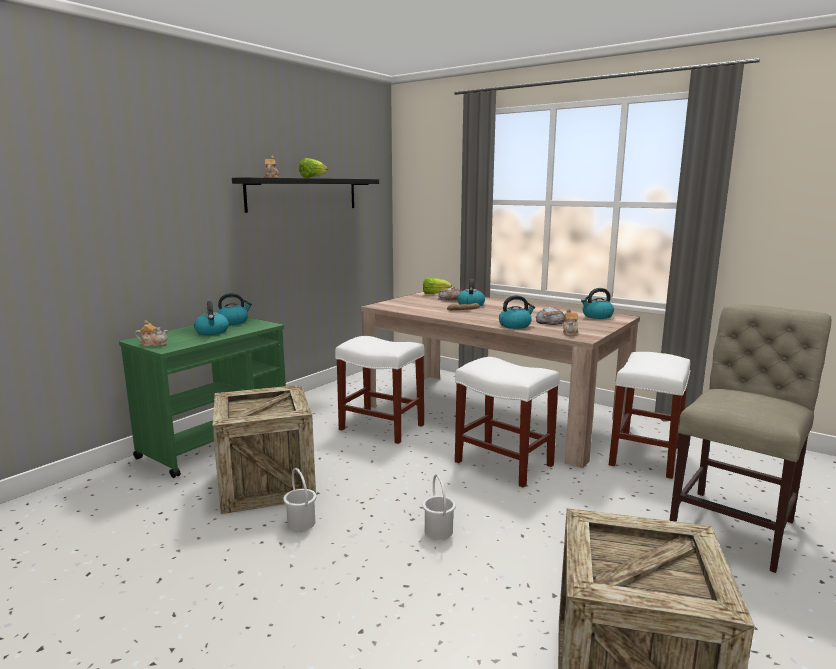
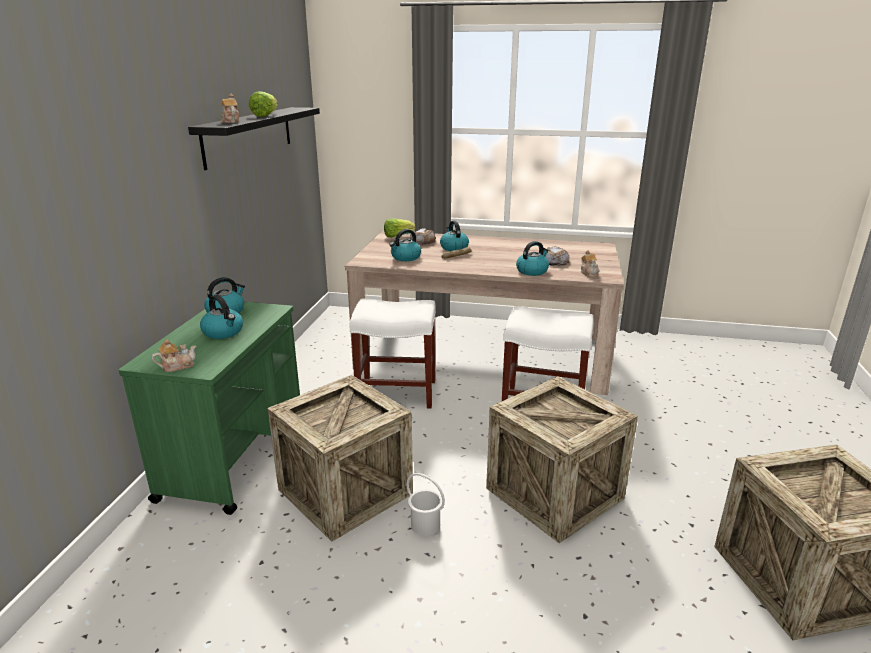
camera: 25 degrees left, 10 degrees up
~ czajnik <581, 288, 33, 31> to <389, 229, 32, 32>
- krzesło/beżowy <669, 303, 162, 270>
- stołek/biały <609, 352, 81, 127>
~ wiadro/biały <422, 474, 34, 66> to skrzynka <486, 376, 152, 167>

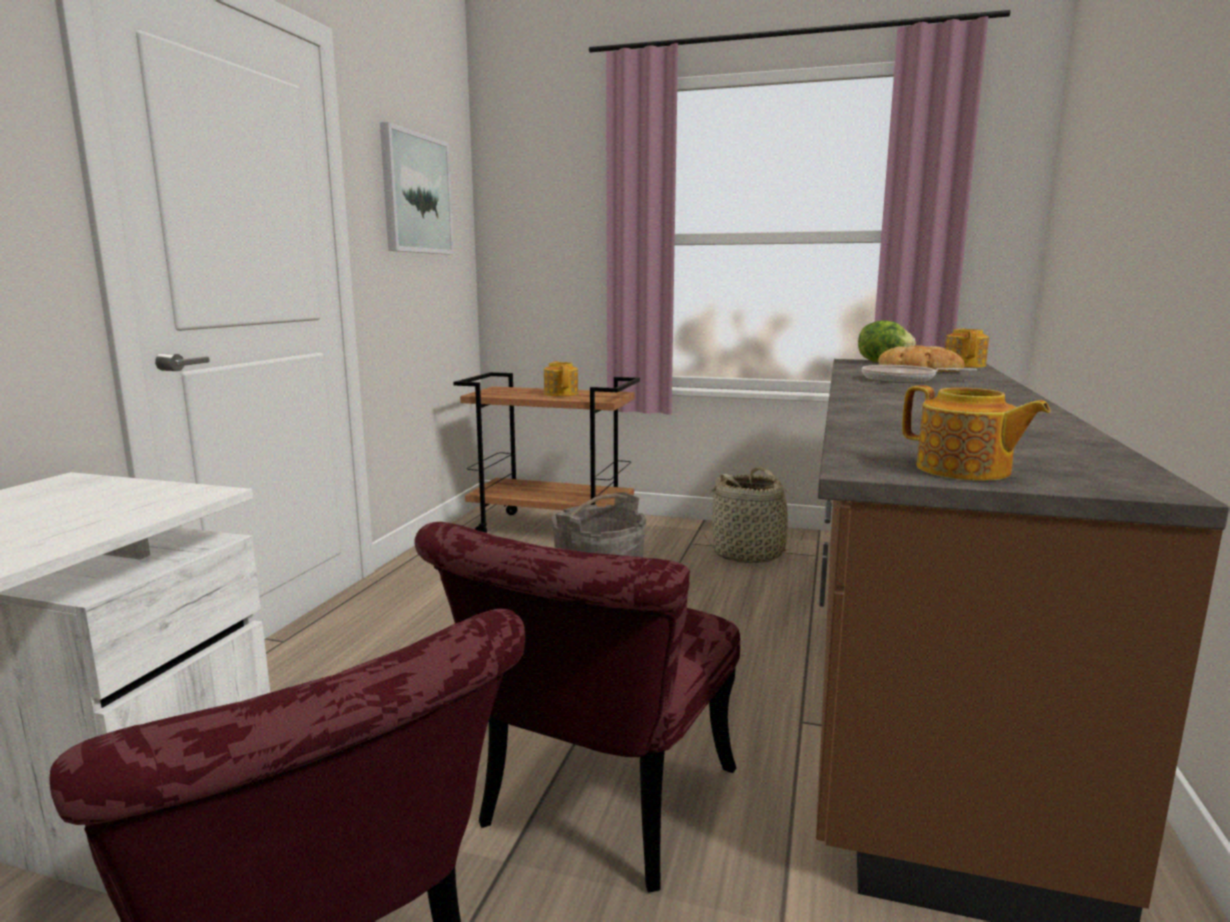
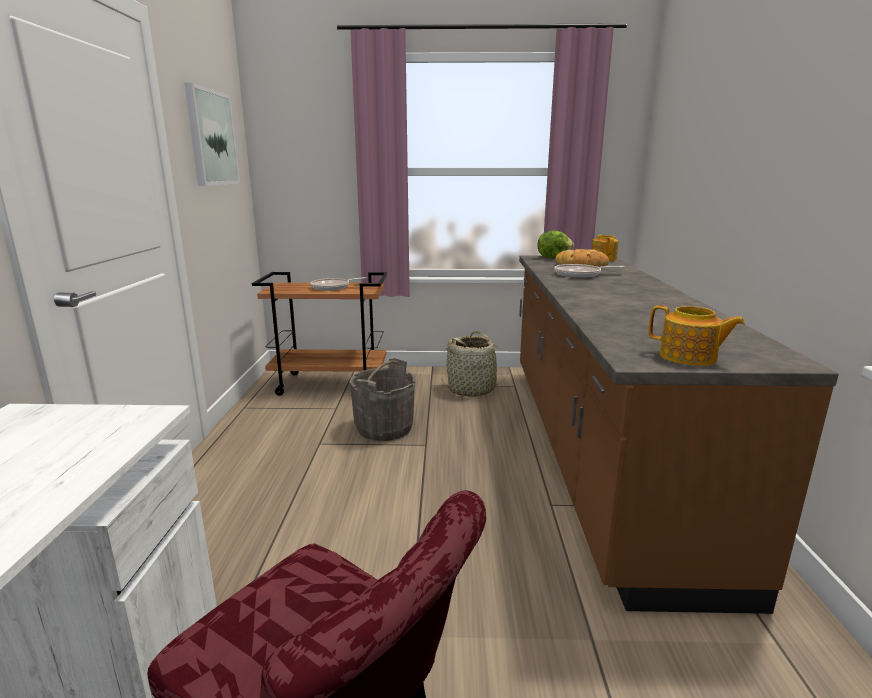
camera: 15 degrees left, 5 degrees up
~ imbryk <544, 361, 34, 36> to patelnia <311, 277, 56, 14>
- krzesło/czerwony <414, 522, 326, 371>

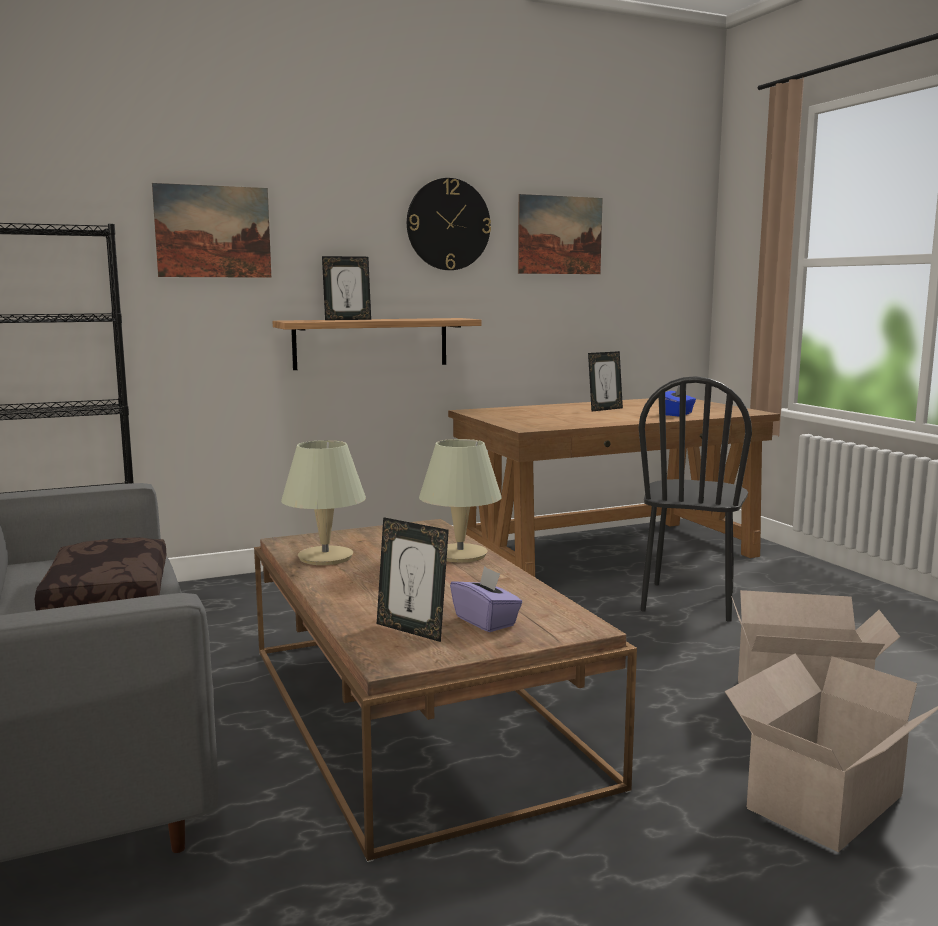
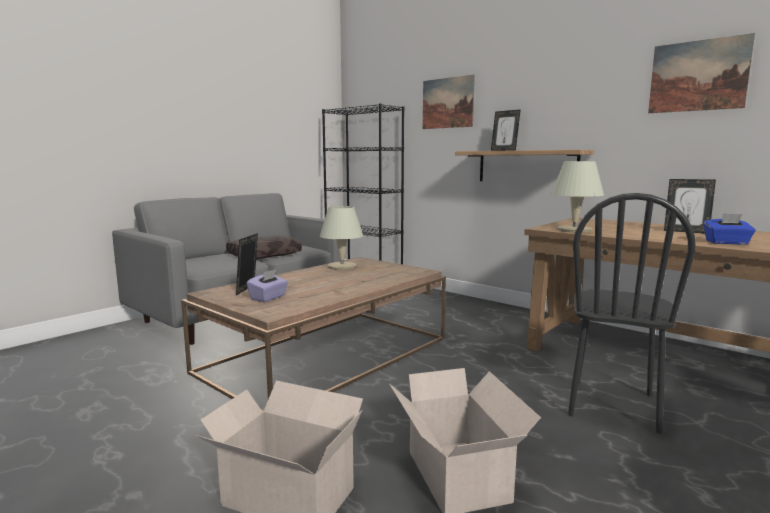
camera: 65 degrees right, 0 degrees up
- zegar ścienny <407, 178, 84, 92>
~ krzesło/czarny <638, 376, 114, 246> = <568, 193, 128, 241> 60 degrees counterclockwise
~ lampa stołowa/beżowy <419, 439, 83, 124> to <551, 161, 53, 72>

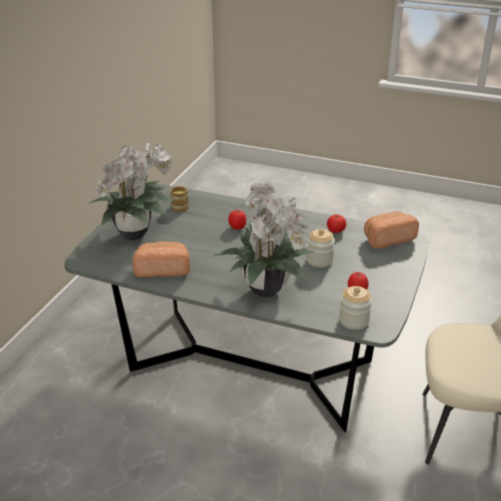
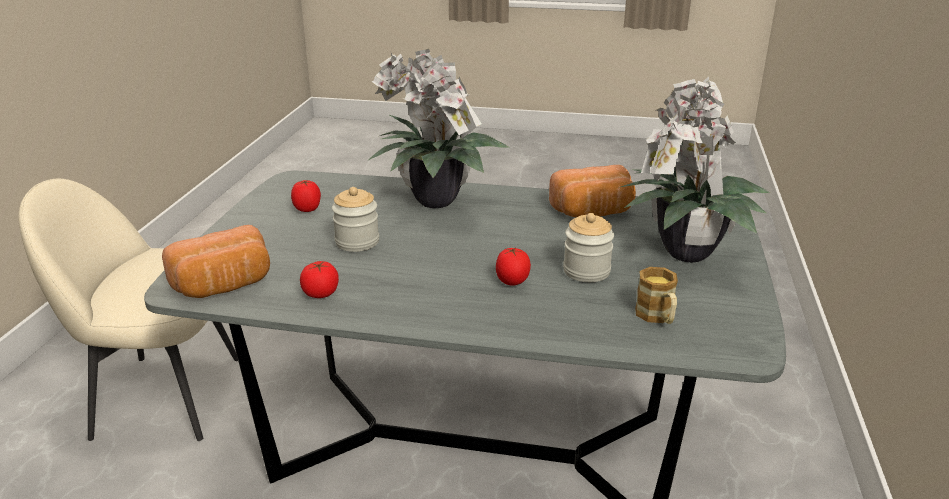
camera: 170 degrees right, 5 degrees down
~ słoik <339, 286, 33, 44> to <563, 213, 51, 69>

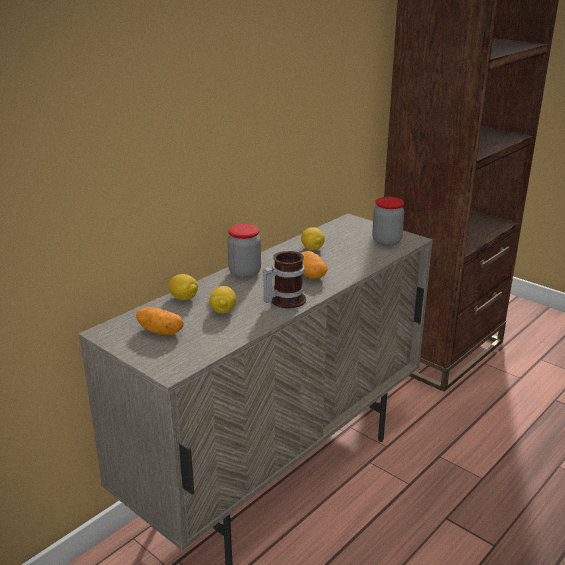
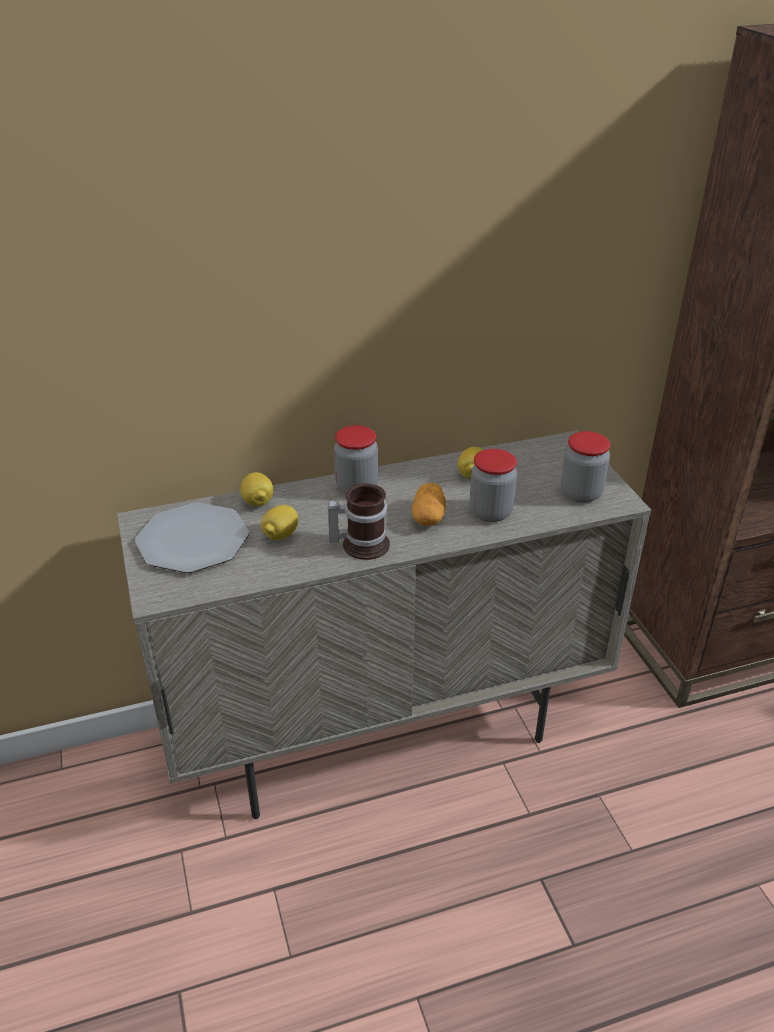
camera: 30 degrees right, 10 degrees up
~ ziemniak <136, 307, 48, 28> to talerz <135, 503, 114, 70>
+ słoik <470, 449, 47, 73>

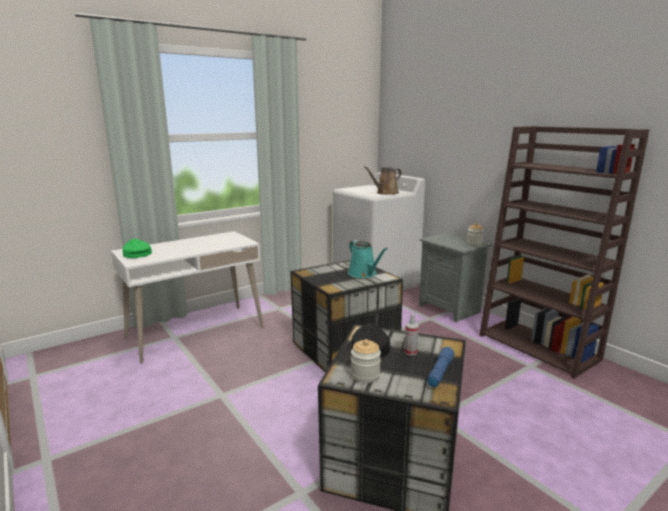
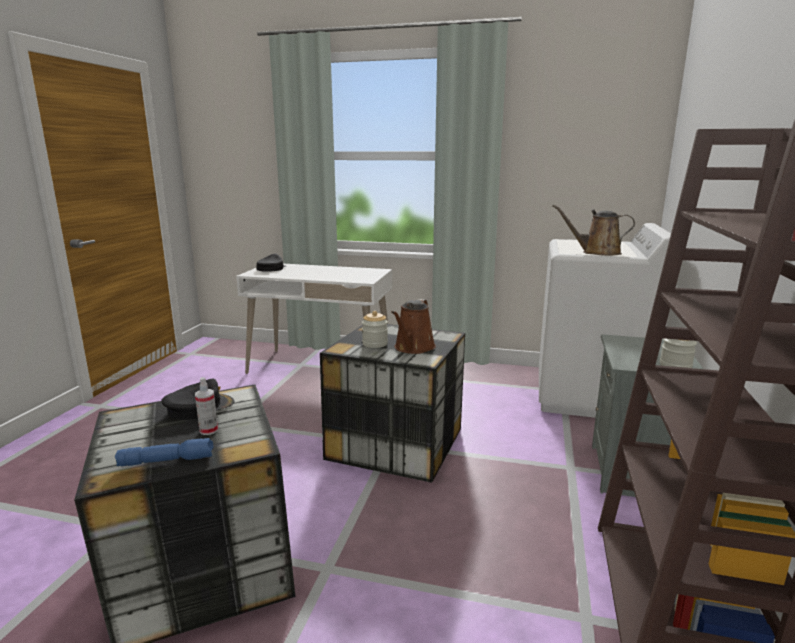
camera: 50 degrees right, 0 degrees up
~ czapka z daszkiem/zielony <123, 239, 29, 19> to czapka z daszkiem/czarny <256, 254, 30, 18>
~ konewka/turkusowy <348, 240, 40, 38> to konewka/brązowy <391, 299, 45, 55>
~ słoik <351, 339, 30, 44> to <362, 311, 26, 37>

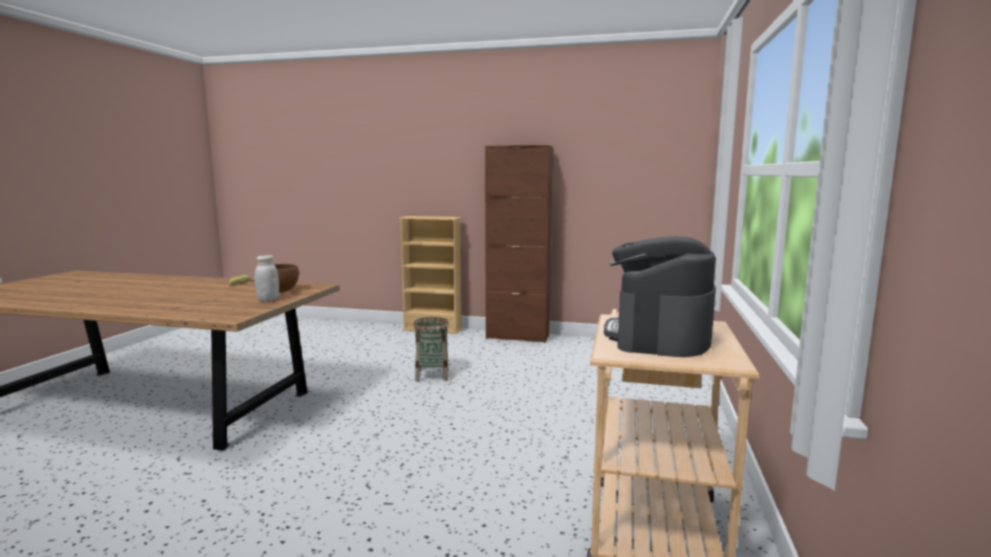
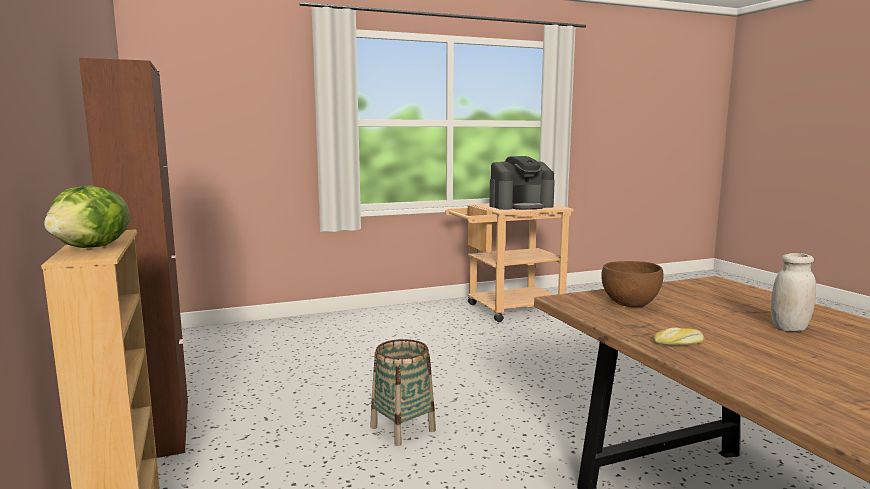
camera: 125 degrees left, 0 degrees up
~ słoik/biały <254, 255, 25, 47> to <771, 253, 45, 78>
+ sałata <44, 185, 86, 63>

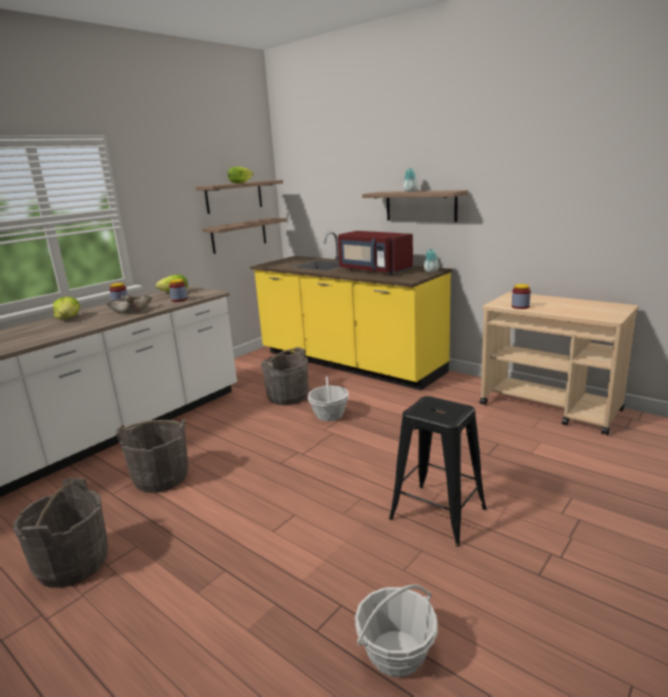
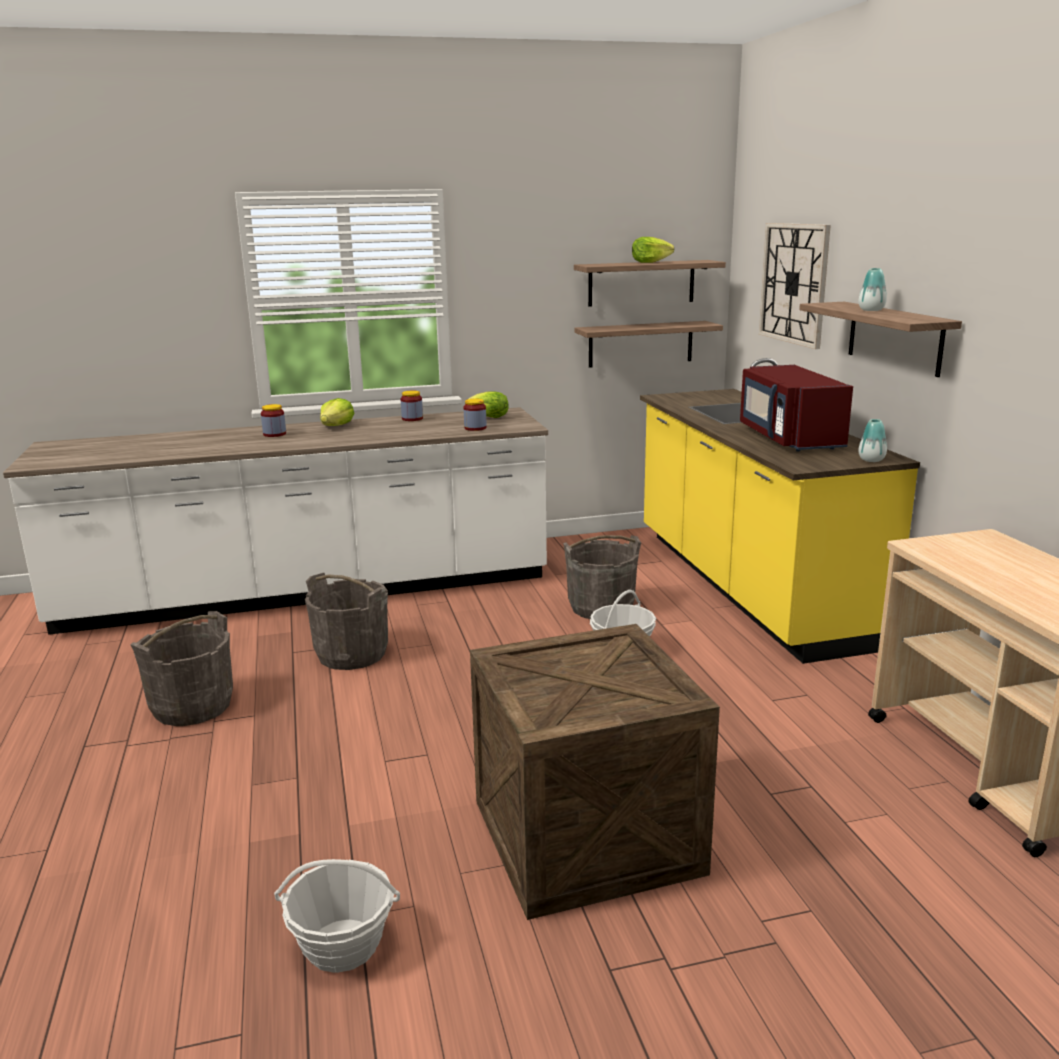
camera: 35 degrees right, 0 degrees up
~ słoik <512, 284, 19, 25> to <261, 404, 25, 33>
- miska/beżowy <106, 294, 46, 20>
~ stołek/czarny <389, 396, 98, 151> to skrzynka <470, 624, 250, 296>
+ zegar ścienny <759, 223, 72, 126>

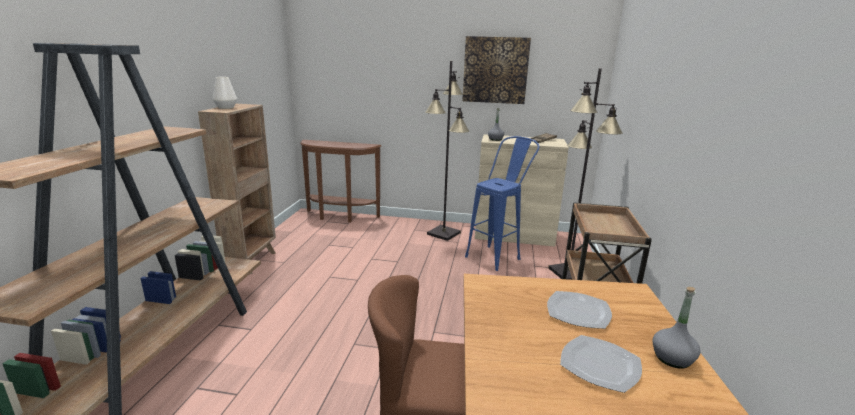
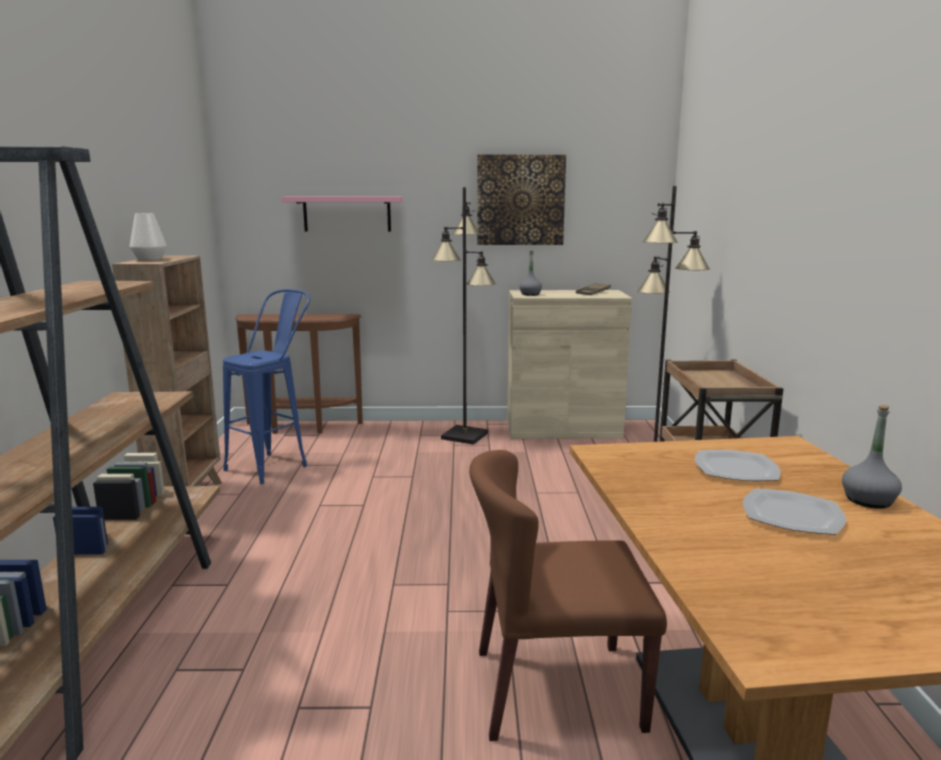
camera: 10 degrees left, 5 degrees down
~ stołek/niebieski <465, 136, 74, 135> to <223, 289, 87, 195>
+ półka/różowy <281, 196, 122, 35>

